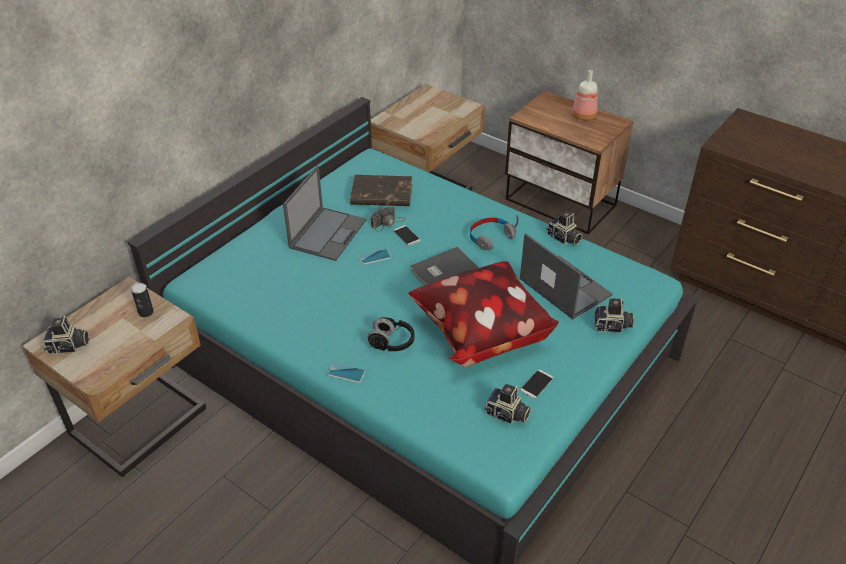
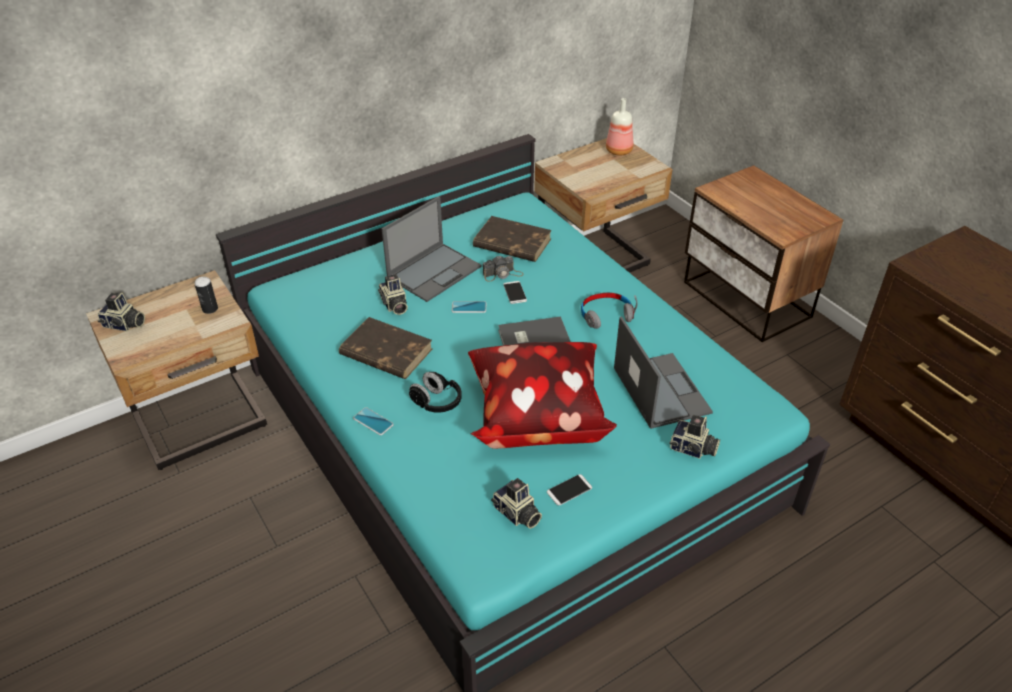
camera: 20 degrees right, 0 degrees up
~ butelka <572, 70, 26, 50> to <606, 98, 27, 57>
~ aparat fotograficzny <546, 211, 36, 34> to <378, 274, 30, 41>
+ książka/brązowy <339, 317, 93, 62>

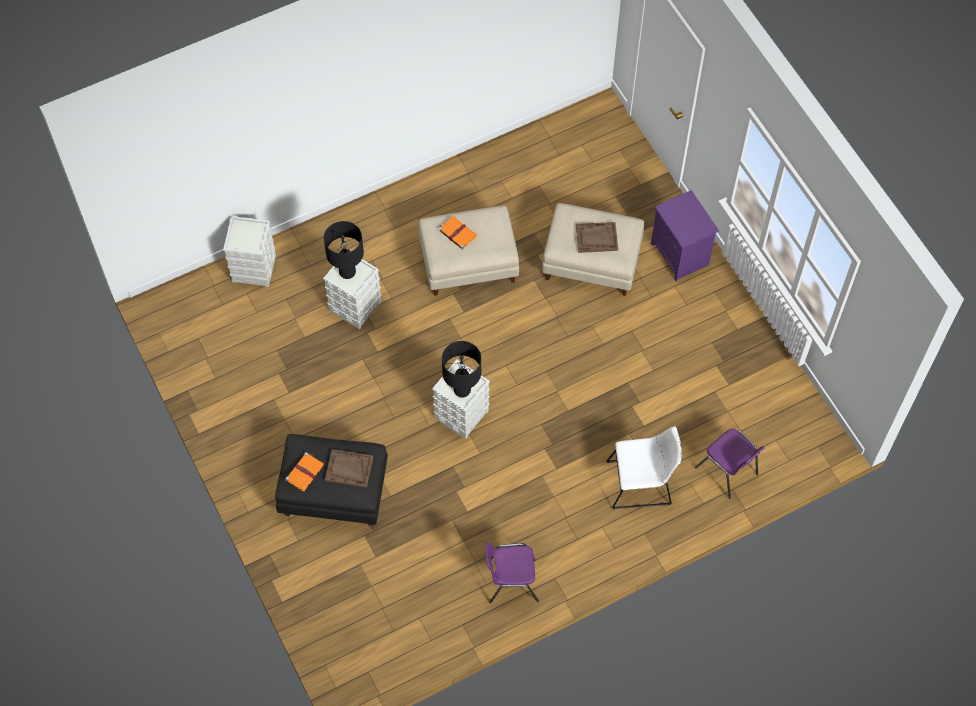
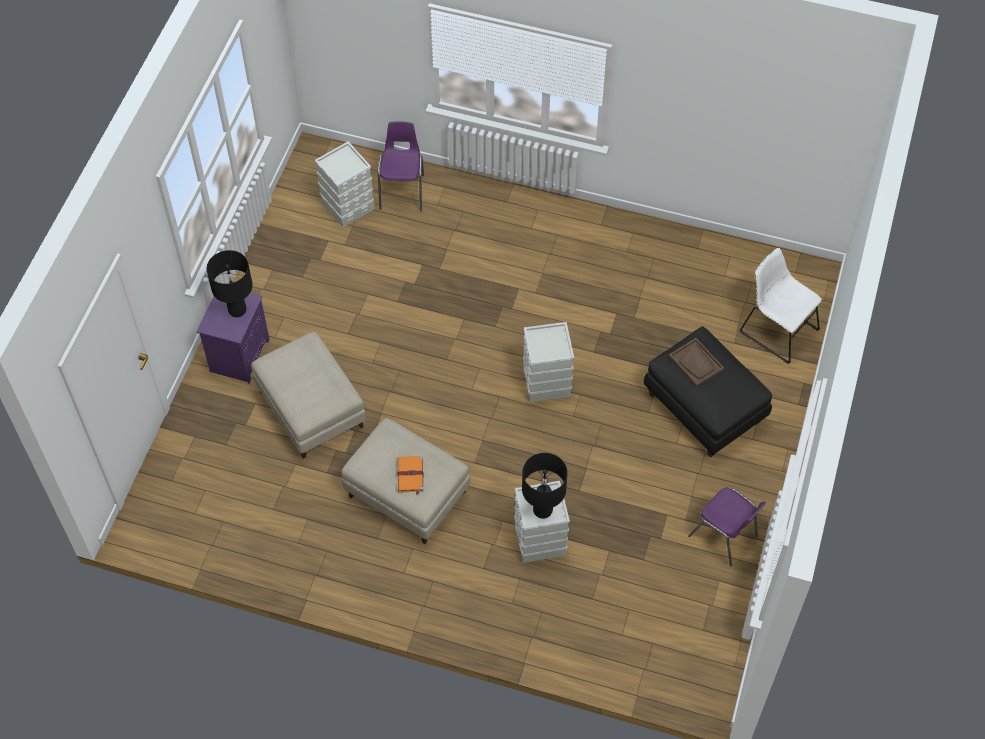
camera: 135 degrees left, 5 degrees down
~ pojemnik do przechowywania/szary <223, 216, 53, 71> to <315, 141, 59, 86>
- taca/brązowy <576, 222, 42, 31>
~ lampa stołowa/czarny <442, 341, 39, 57> to <207, 250, 46, 67>
~ krzesło/biały <606, 426, 76, 83> to <740, 248, 82, 116>
- książka/pomarańczowy <285, 452, 40, 40>
~ krzesło/fioletowy <485, 542, 54, 61> to <688, 488, 78, 78>

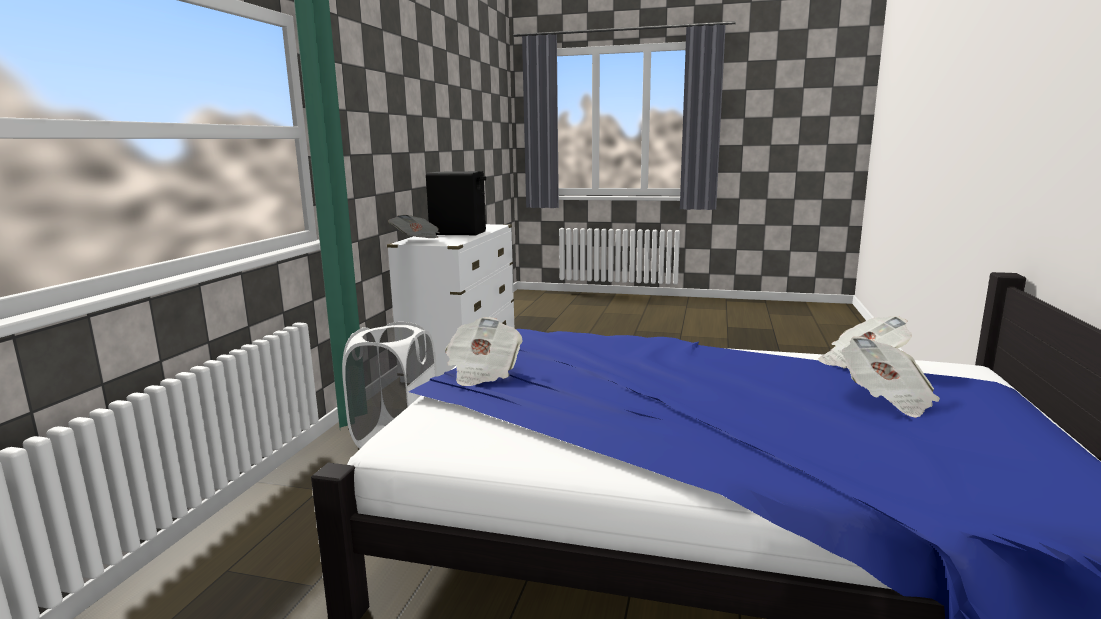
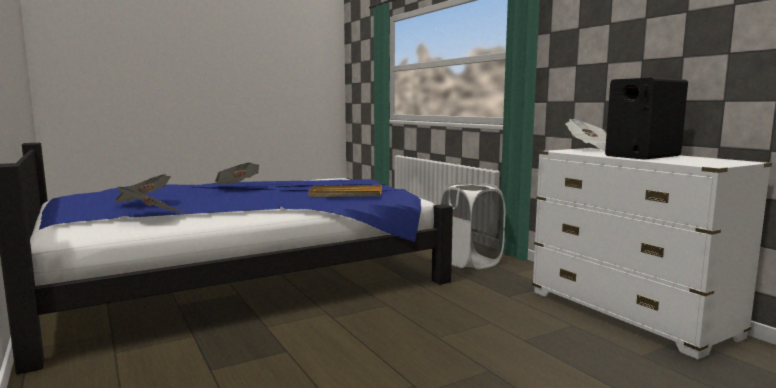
camera: 135 degrees right, 5 degrees down
~ gazeta <445, 317, 78, 69> to <215, 163, 44, 21>
+ taca/beżowy <308, 185, 74, 12>

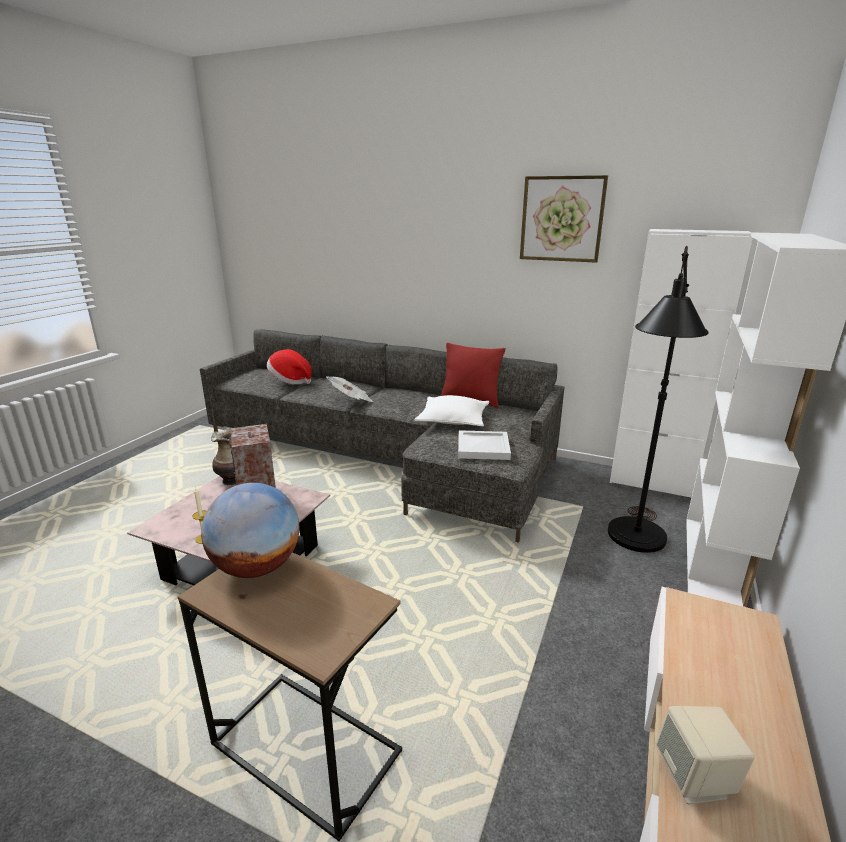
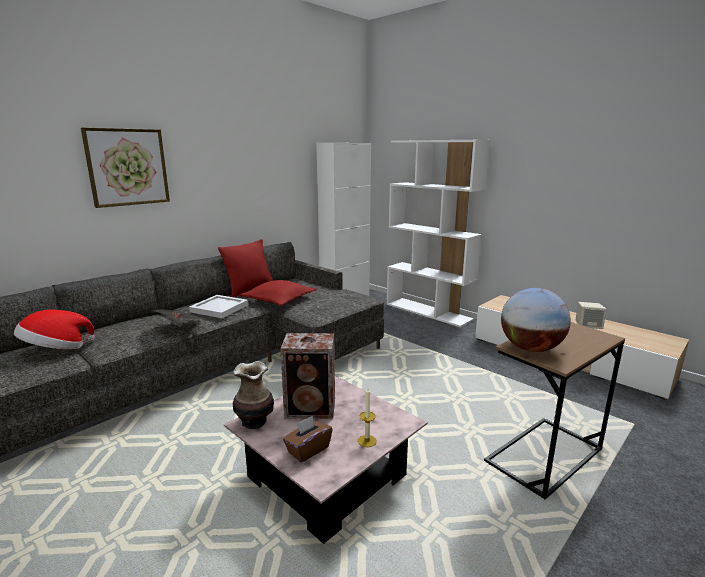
camera: 70 degrees left, 5 degrees down
~ obraz <520, 175, 88, 88> to <81, 128, 89, 80>
- lampa stojąca/czarny <608, 246, 101, 307>
~ poduszka/biały <415, 395, 74, 32> to poduszka/czerwony <239, 280, 78, 26>
~ taca/biały <458, 430, 53, 30> to <189, 295, 59, 23>
+ pudełko chusteczek/brązowy <283, 416, 50, 46>

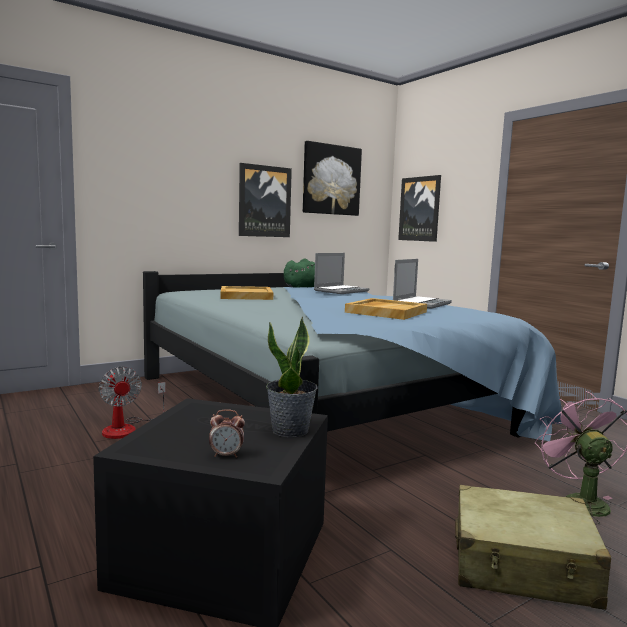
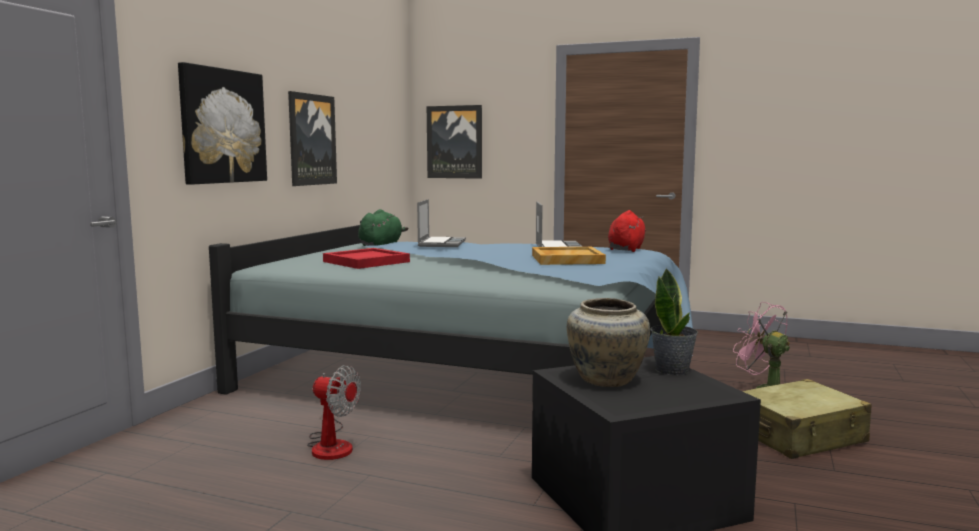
camera: 35 degrees left, 0 degrees up
~ obraz <303, 141, 59, 75> to <178, 62, 89, 123>
~ taca/beżowy <221, 286, 52, 14> to taca/czerwony <323, 248, 87, 21>
- budzik <209, 409, 36, 49>
+ pluszak/czerwony <608, 210, 38, 42>
+ wazon/beżowy <567, 298, 83, 89>

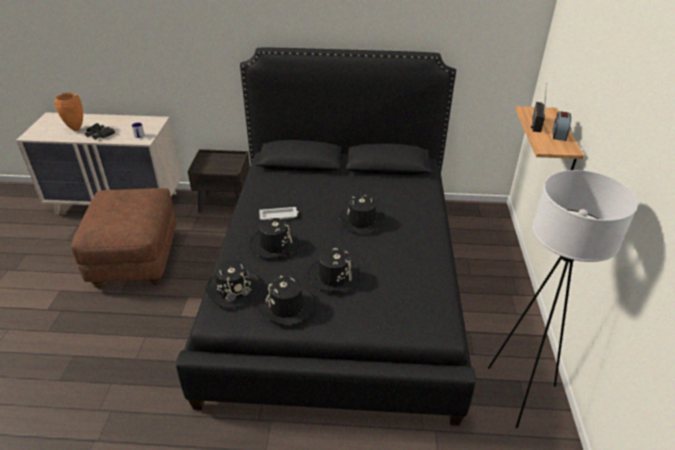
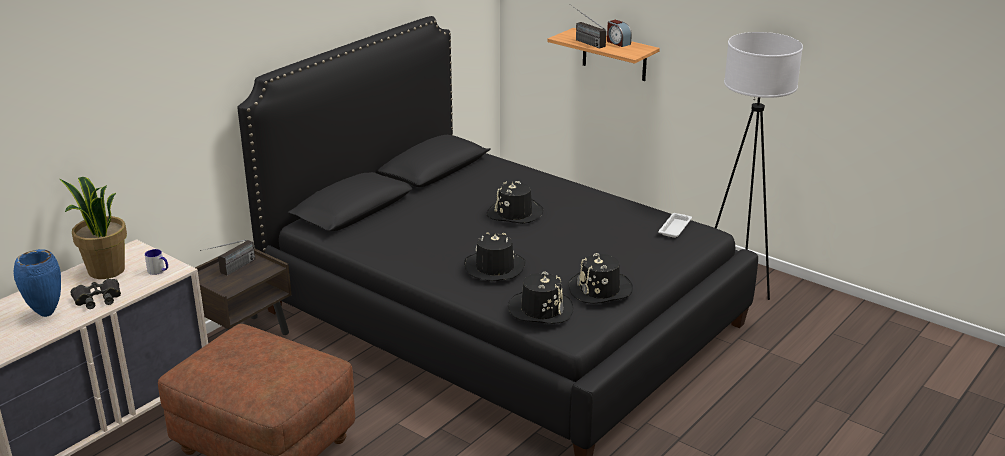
camera: 55 degrees left, 10 degrees down
~ wazon/pomarańczowy <55, 93, 28, 38> to wazon/niebieski <14, 249, 47, 68>
~ taca/biały <259, 207, 40, 13> to <658, 213, 34, 25>
- kapelusz/czarny <308, 248, 51, 43>
+ roślina doniczkowa <59, 177, 68, 102>
+ radio <200, 240, 55, 36>

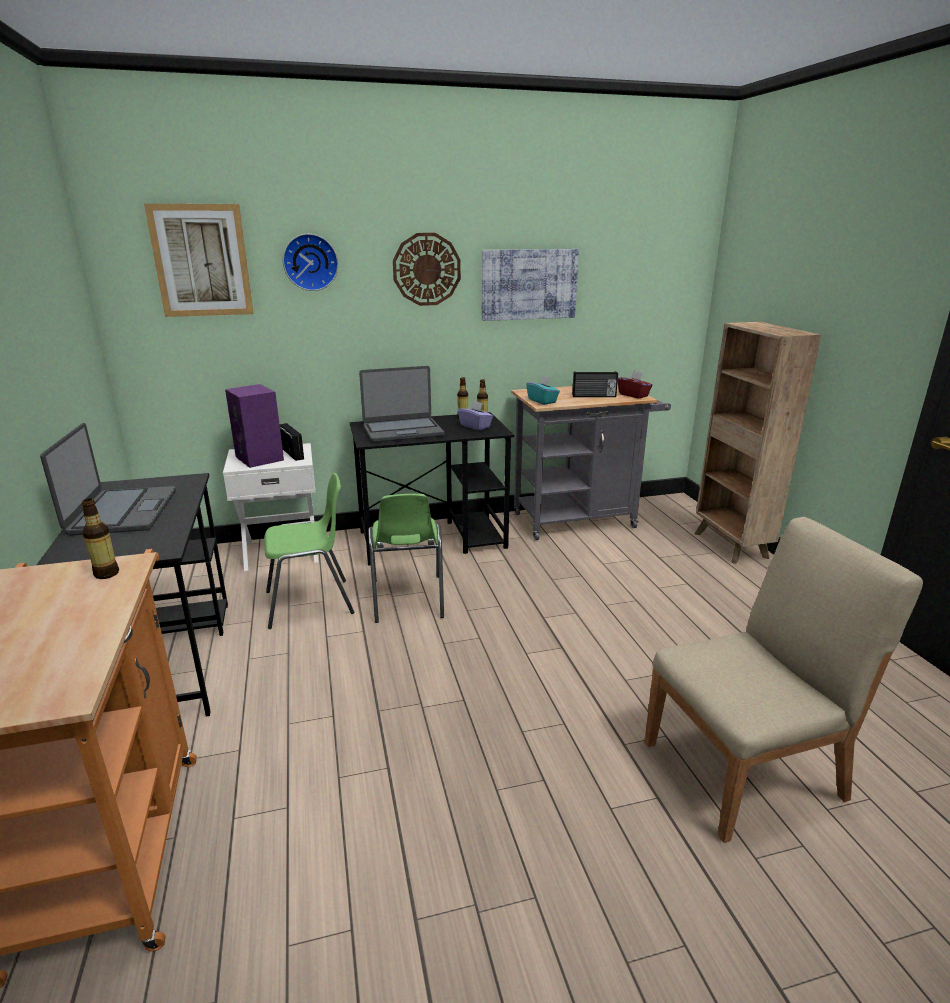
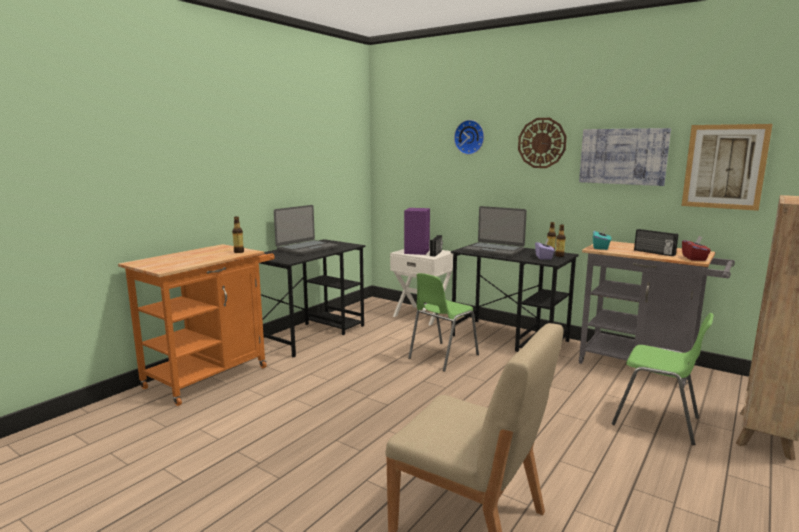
camera: 50 degrees right, 10 degrees down
~ obraz <144, 204, 110, 113> to <681, 124, 91, 87>
~ krzesło/zielony <264, 473, 90, 156> to <612, 313, 102, 132>

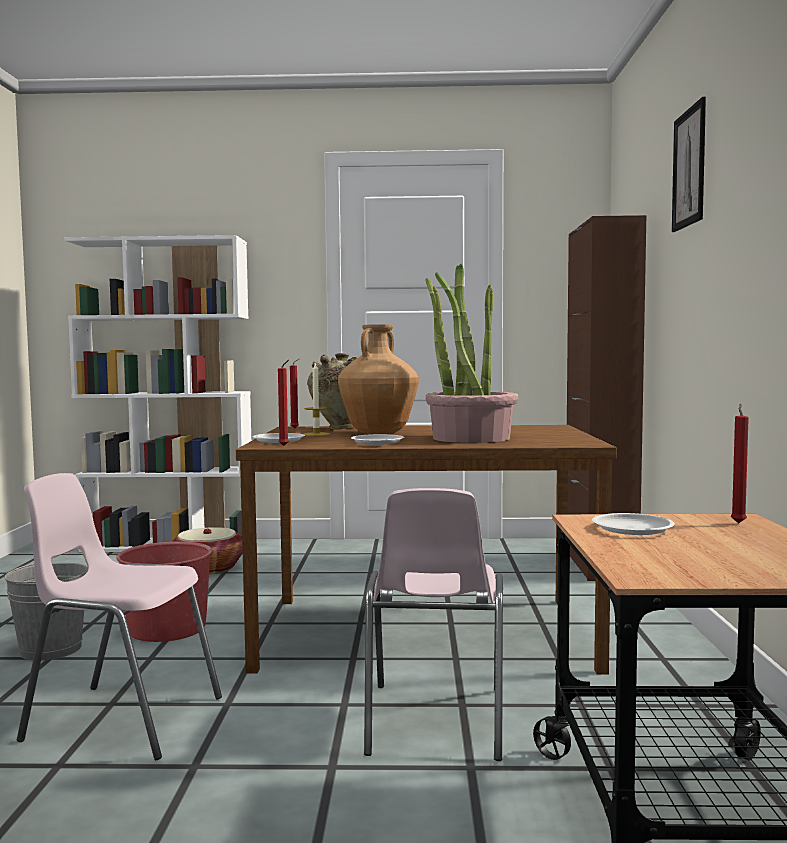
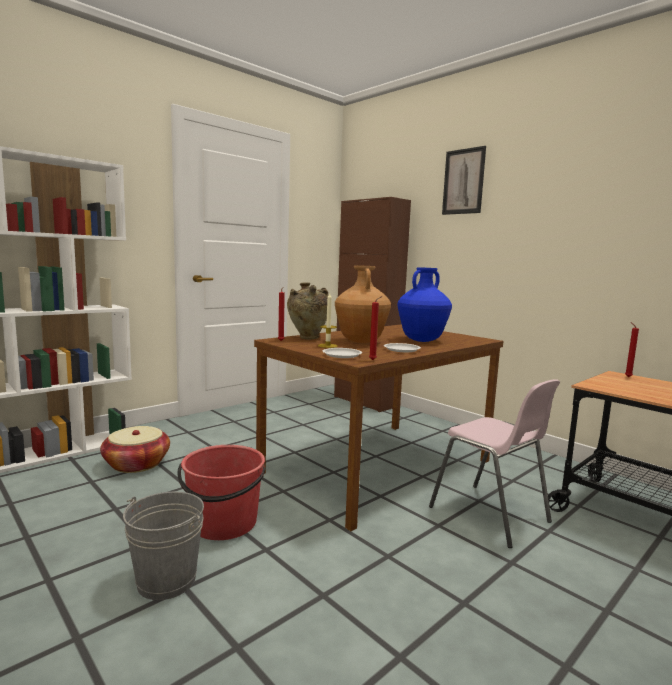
camera: 45 degrees left, 5 degrees up
~ roślina doniczkowa <425, 264, 94, 179> to wazon/niebieski <398, 267, 54, 75>
- krzesło/różowy <17, 473, 205, 287>
- talerz/biały <592, 513, 83, 22>

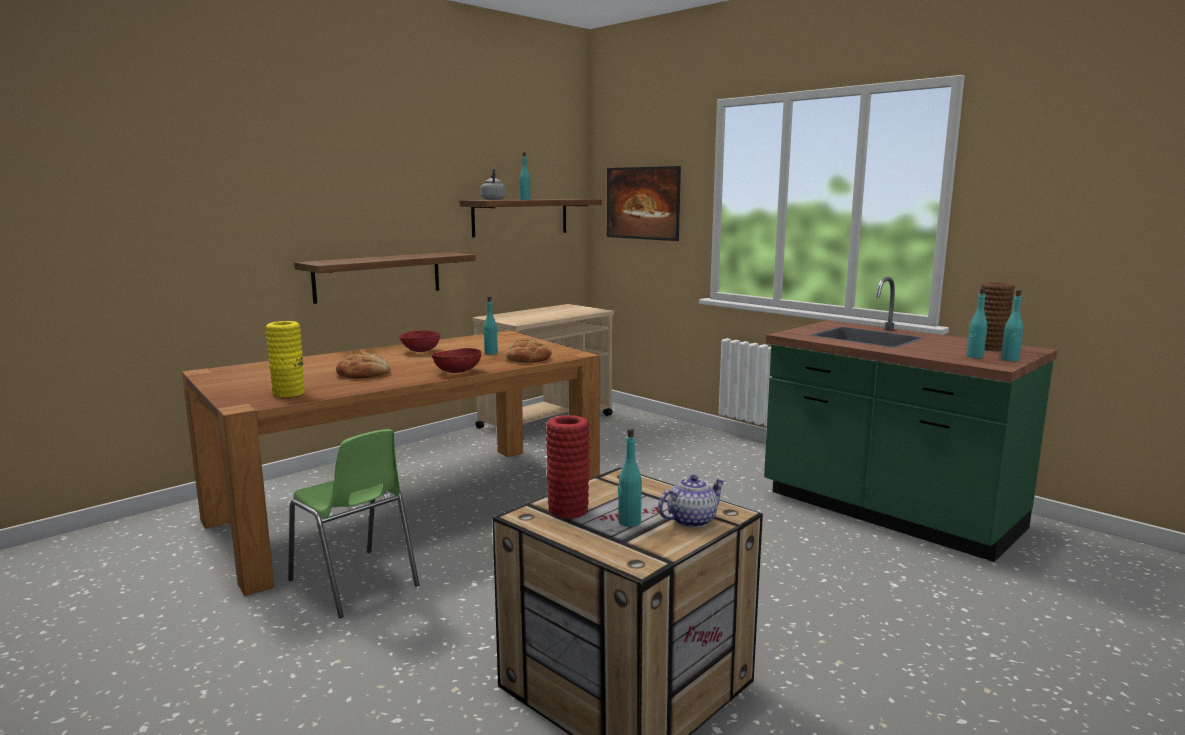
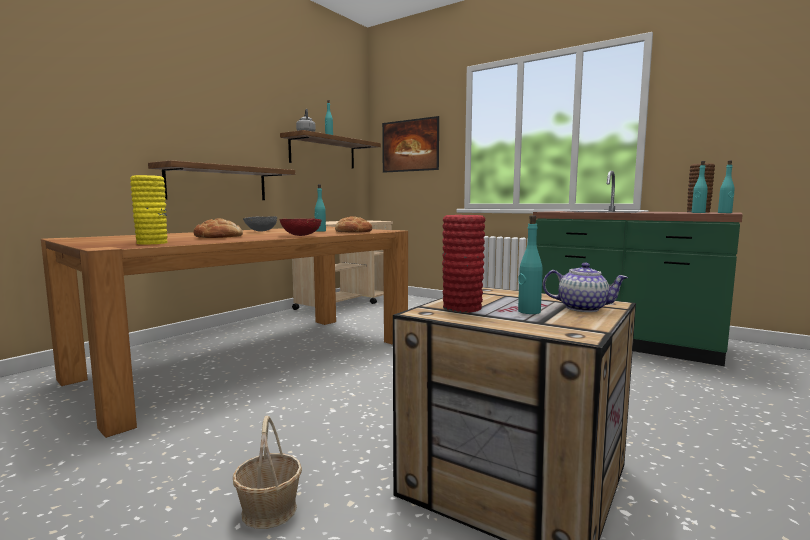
camera: 10 degrees left, 5 degrees down
~ miska/czerwony <399, 330, 41, 22> to miska/szary <243, 216, 34, 16>
- krzesło/zielony <288, 429, 132, 189>
~ imbryk <658, 475, 68, 53> = <543, 263, 85, 49> 60 degrees clockwise
+ koszyk <233, 416, 69, 113>

